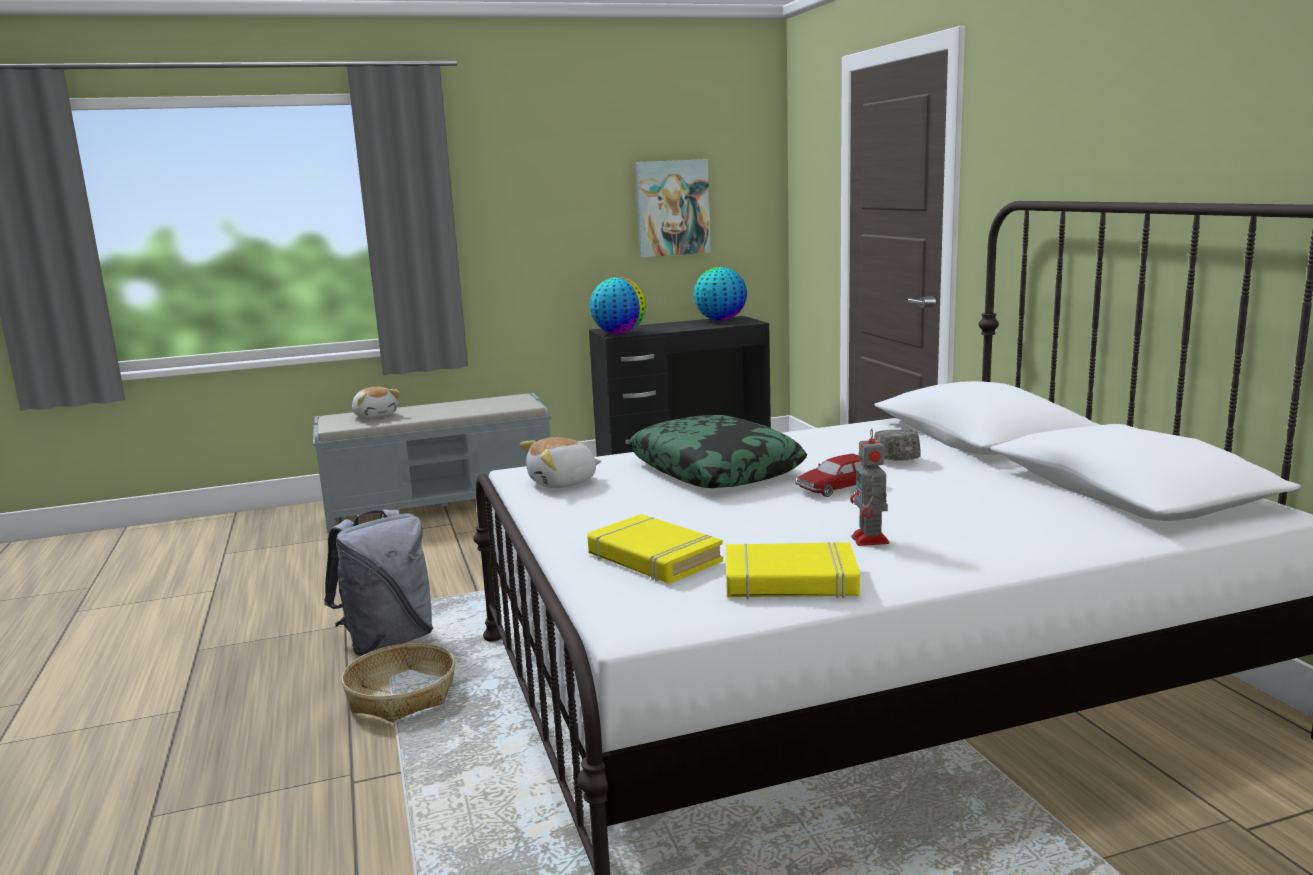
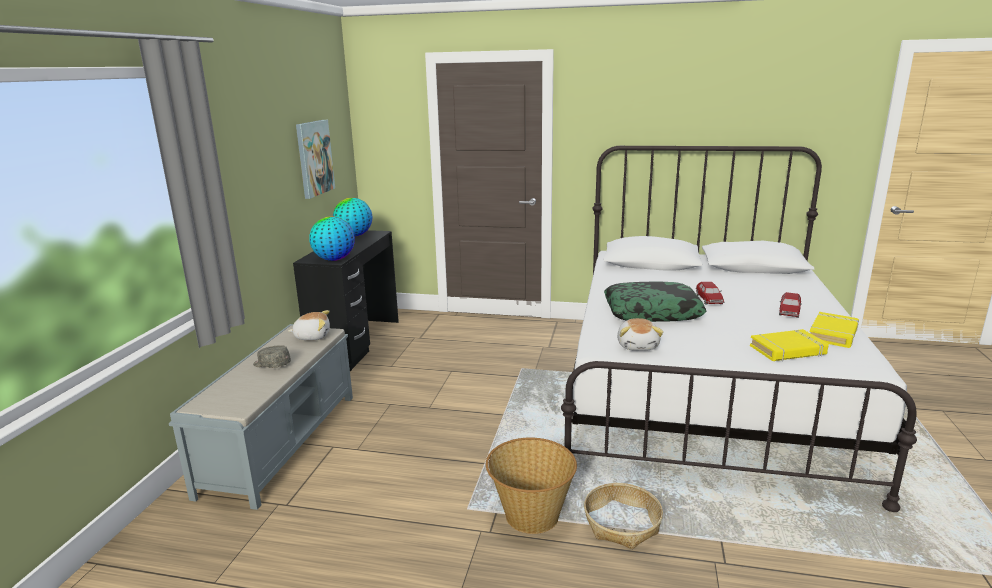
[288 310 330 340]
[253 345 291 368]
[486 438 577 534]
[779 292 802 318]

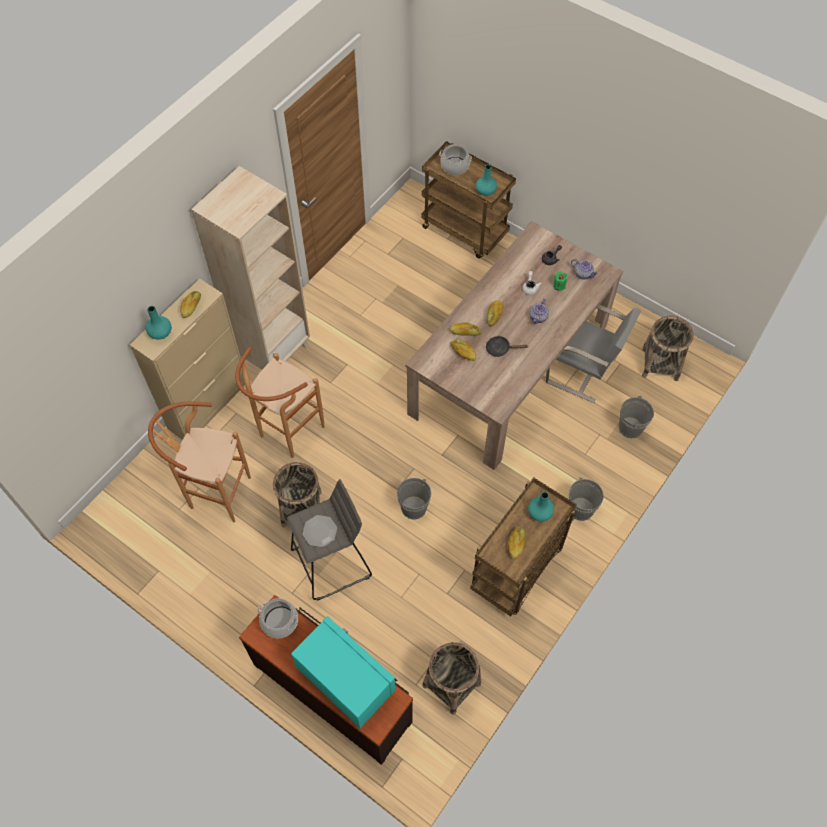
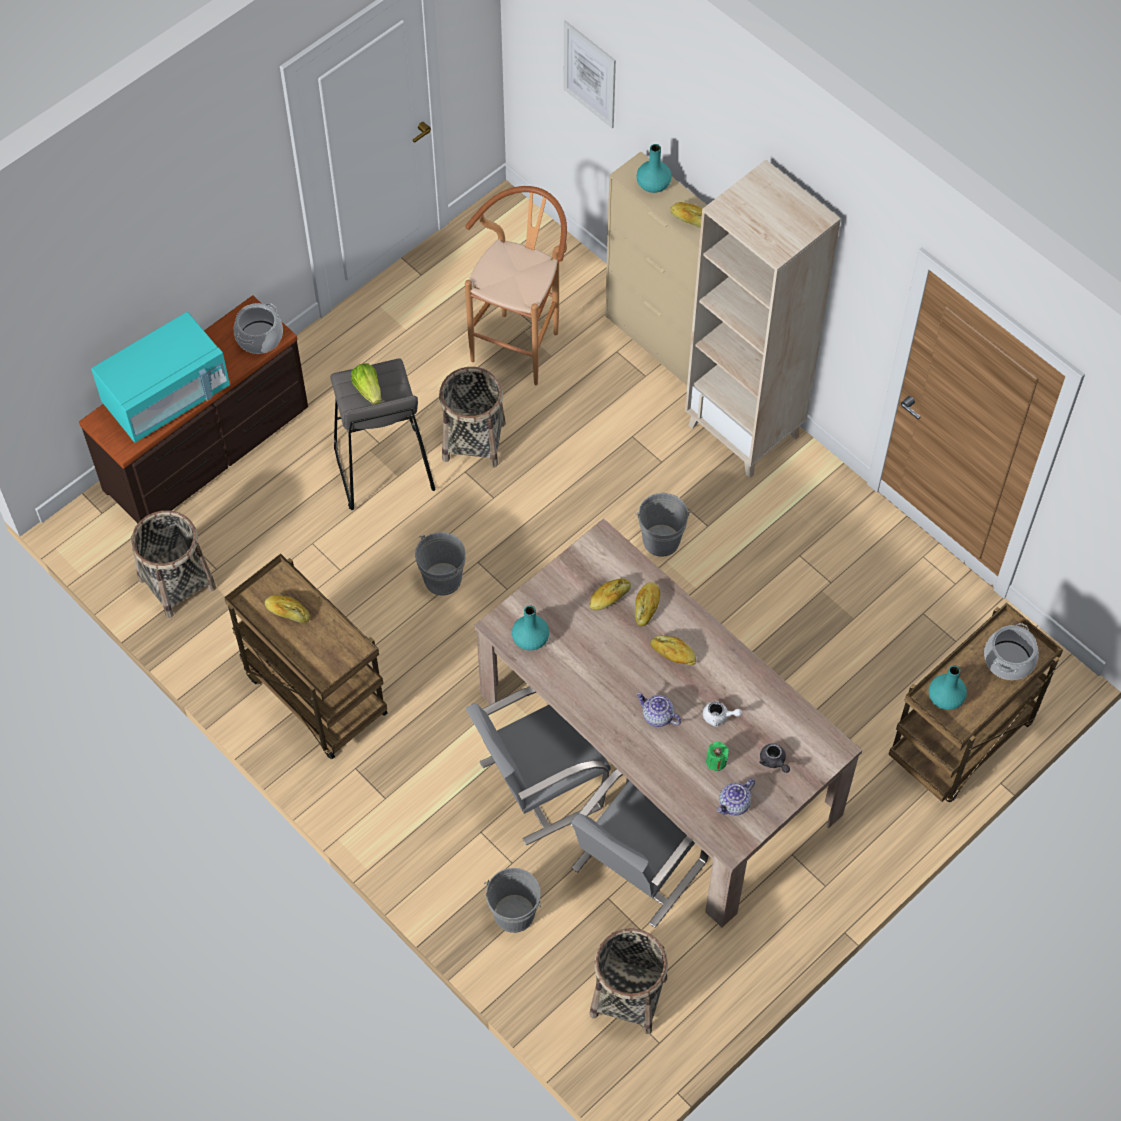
[235 347 325 458] (first image)
[486 336 528 357] (first image)
[465 686 611 845]
[564 20 616 128]
[512 605 549 650]
[635 493 692 557]
[351 363 381 405]

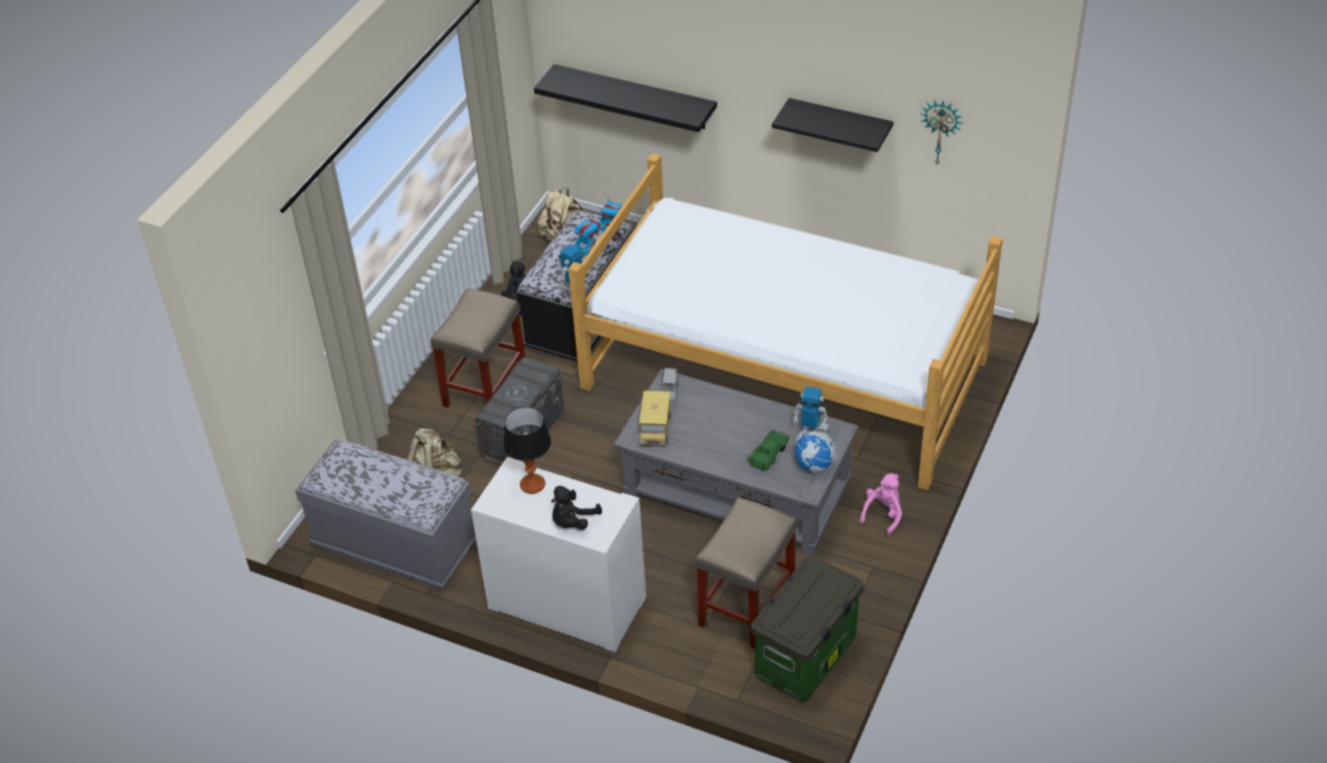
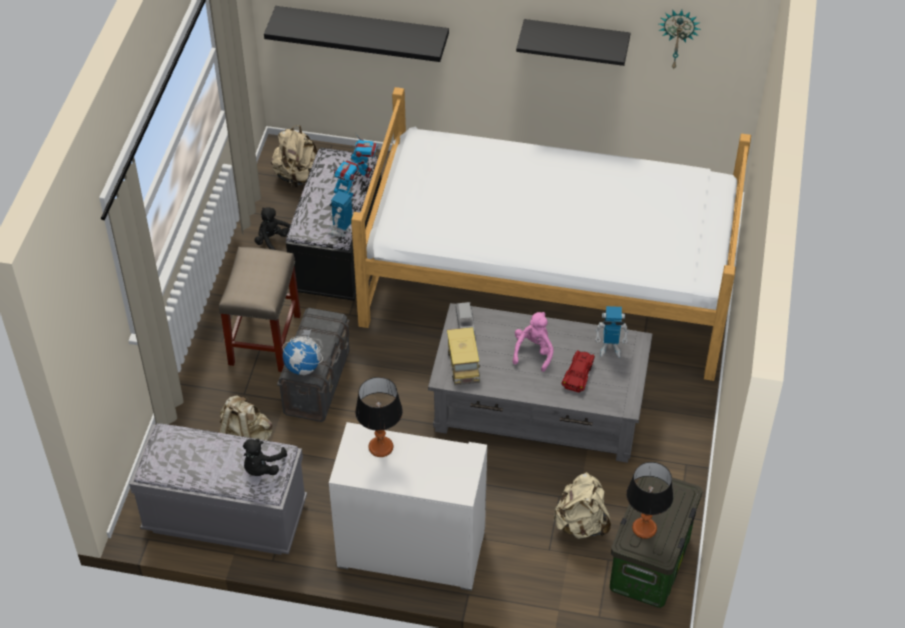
[626 462 673 539]
[243 439 287 476]
[282 329 323 375]
[513 312 554 372]
[553 472 611 539]
[561 350 595 393]

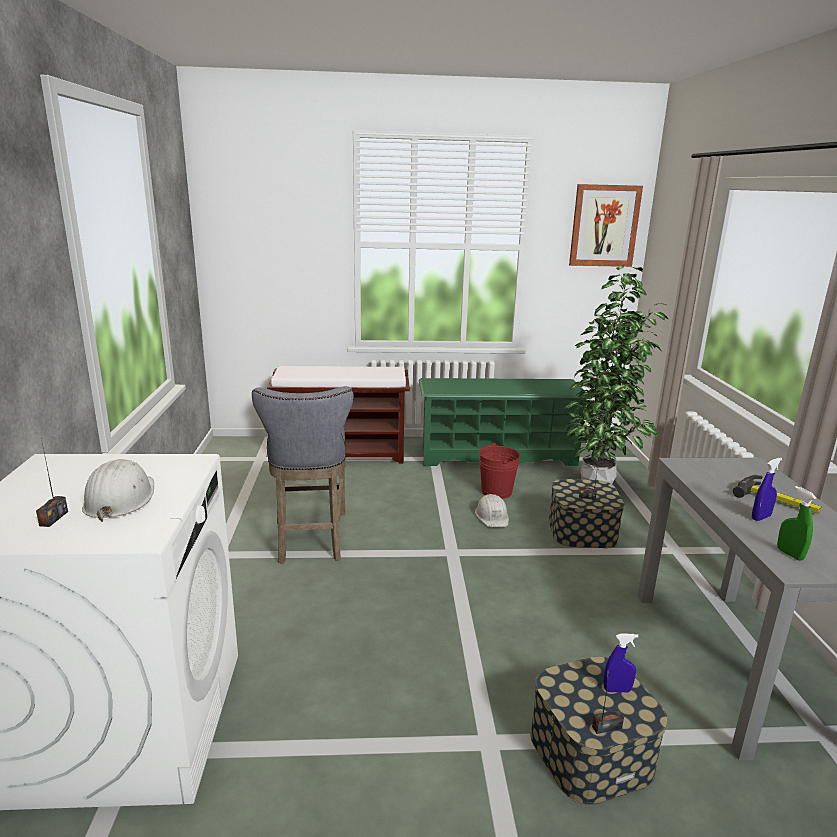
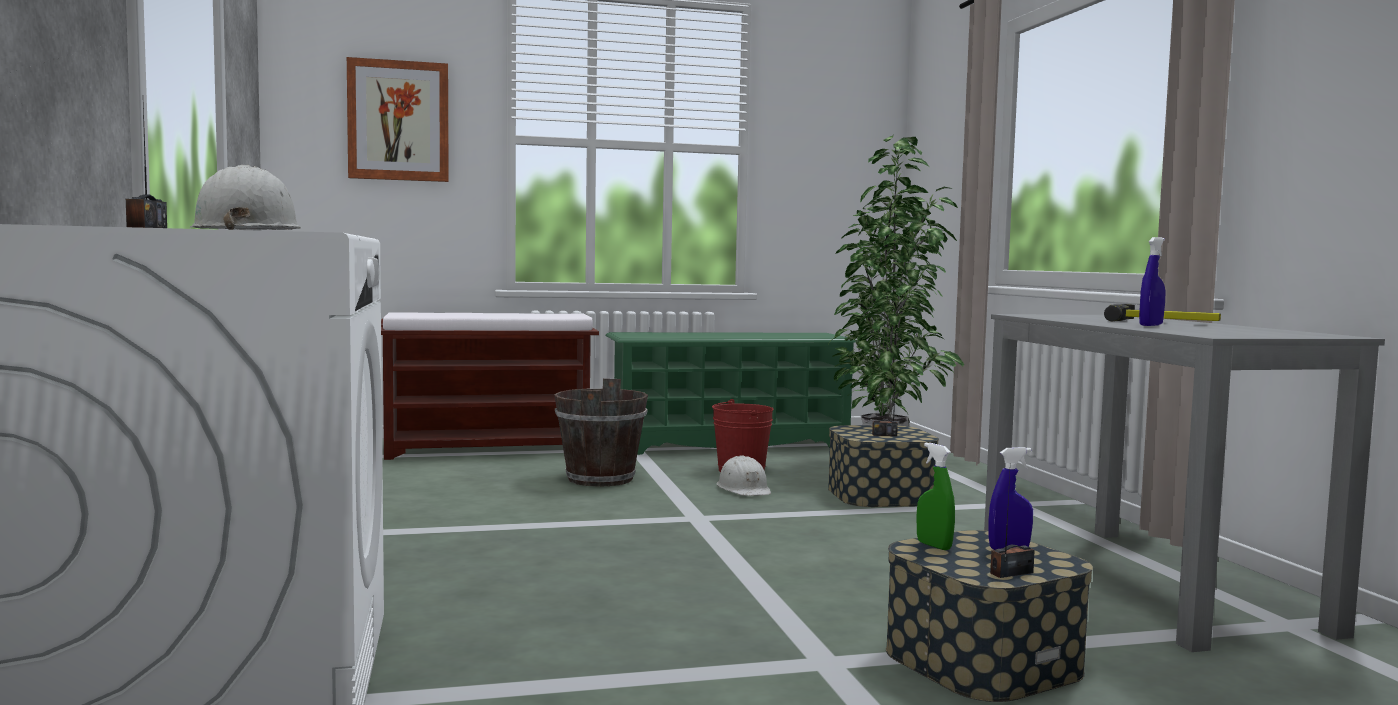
[252 386 354 564] (first image)
[554 378 648 487]
[347 57 449 182]
[917 443 955 550]

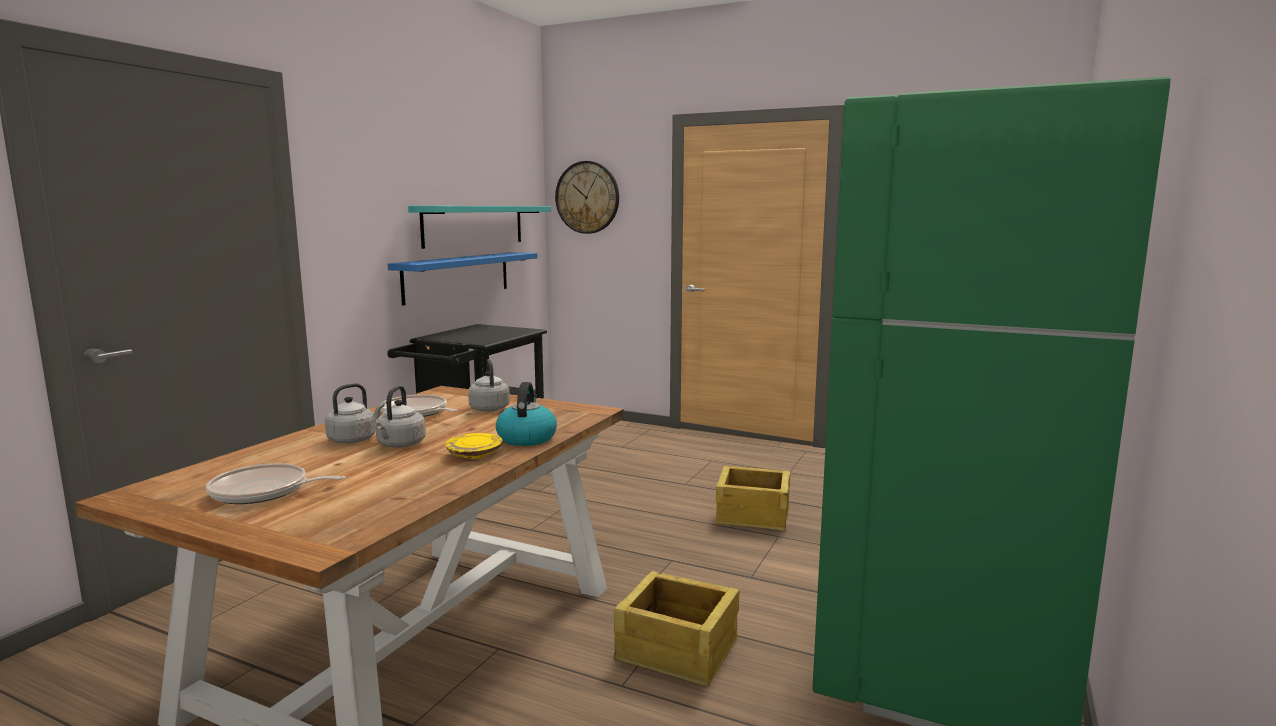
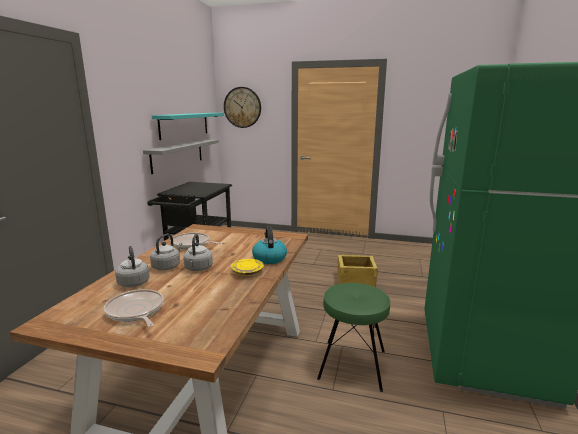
[115 246 149 287]
[317 283 390 392]
[143 139 219 174]
[104 289 164 327]

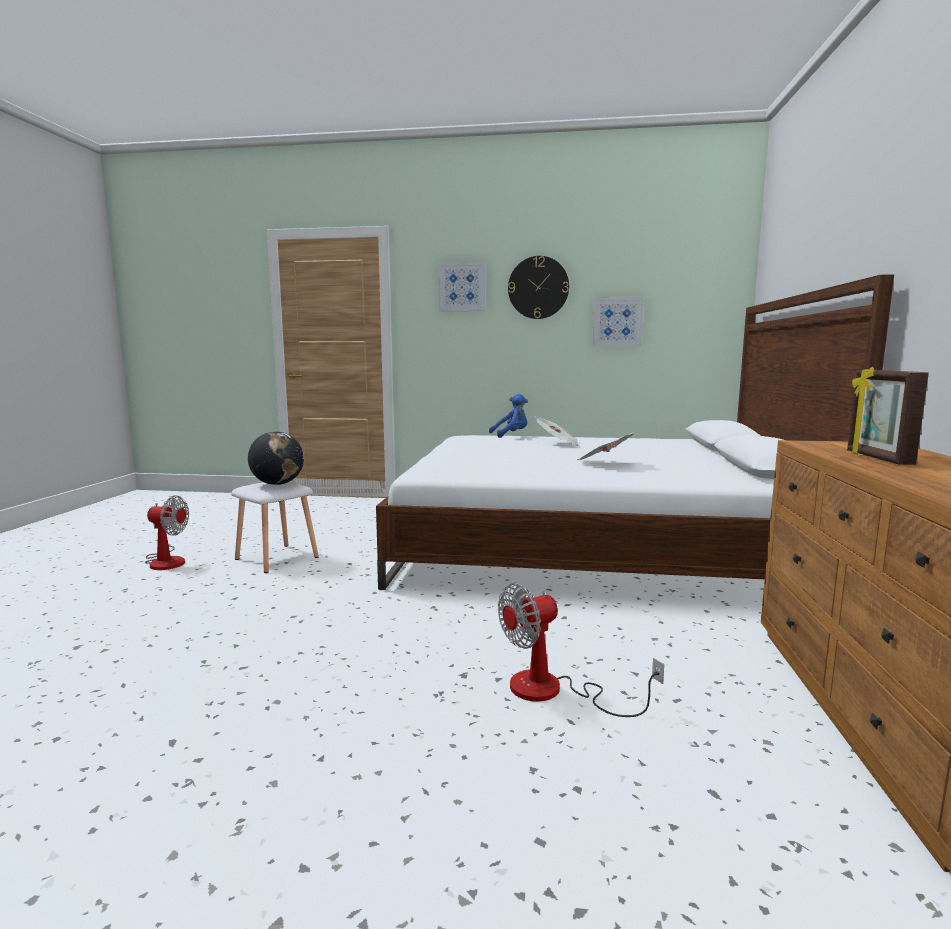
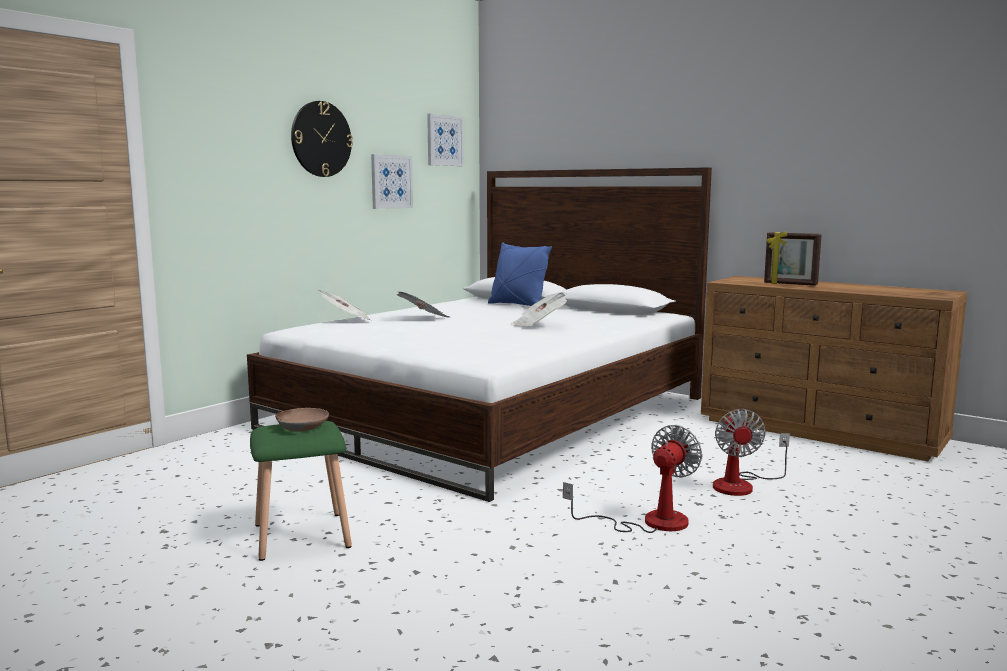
[488 242 552 306]
[563 425 702 533]
[427 114 464 166]
[275 408 329 431]
[318 290 371 320]
[250 421 352 561]

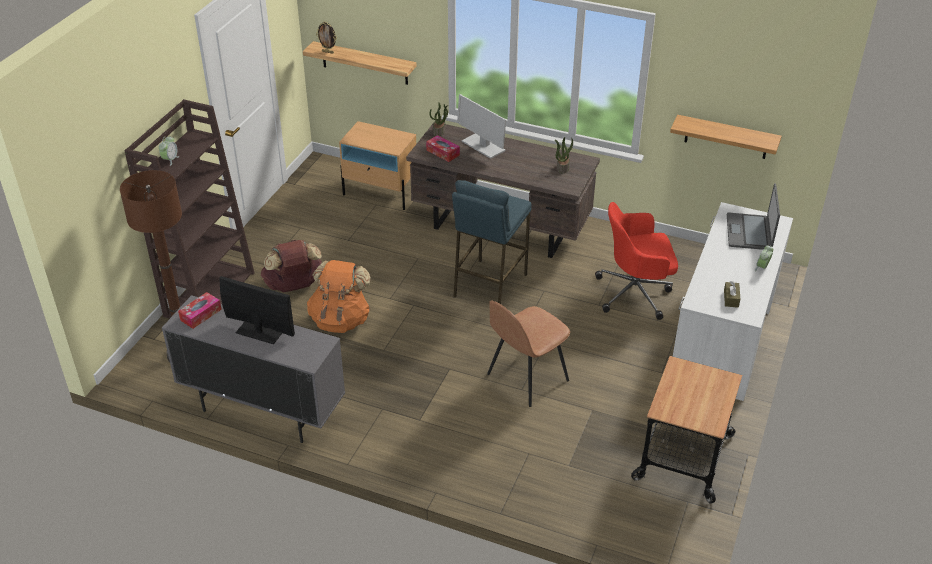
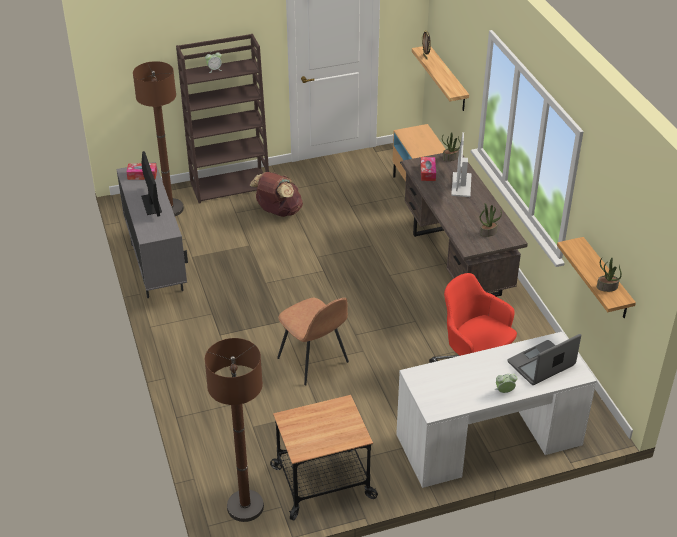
[307 260 371 333] (first image)
[452 180 532 304] (first image)
[724 281 740 308] (first image)
[205 338 264 522]
[597 257 622 292]
[277 298 349 385]

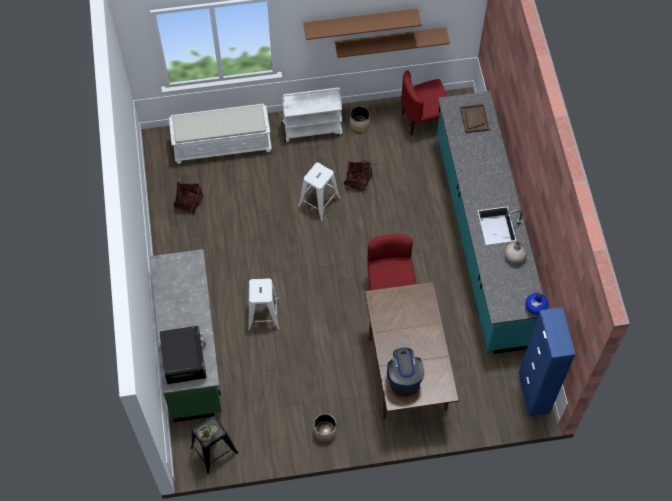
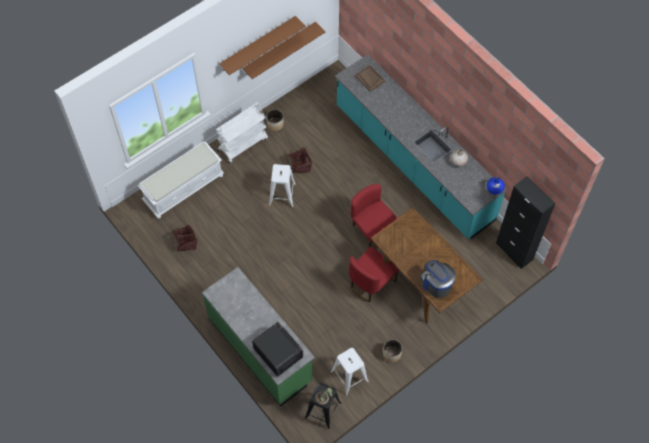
[331 348 369 395]
[349 247 399 302]
[496 176 555 269]

